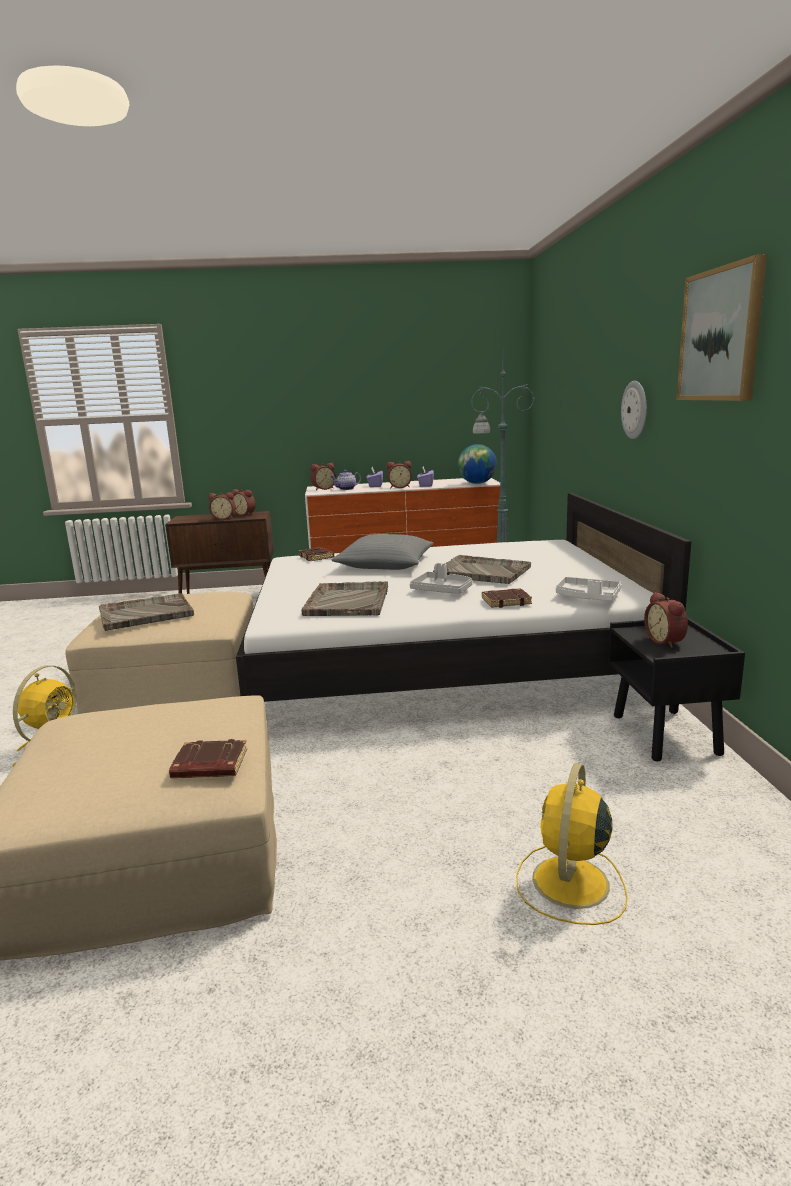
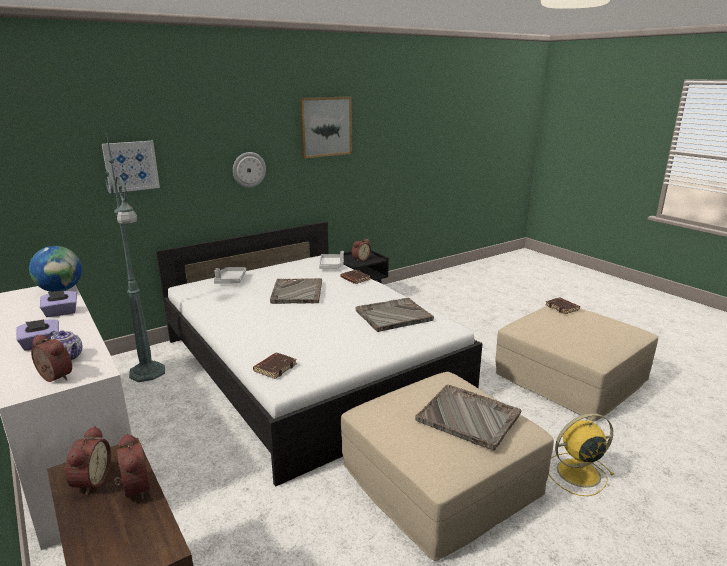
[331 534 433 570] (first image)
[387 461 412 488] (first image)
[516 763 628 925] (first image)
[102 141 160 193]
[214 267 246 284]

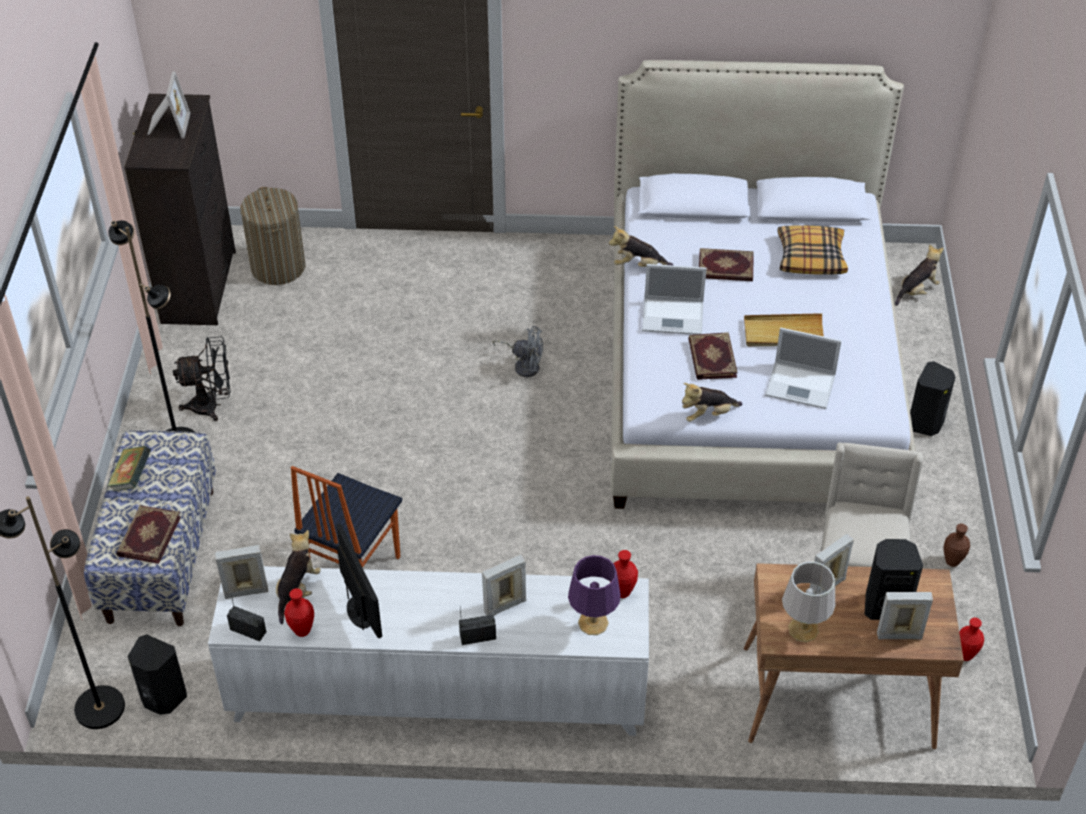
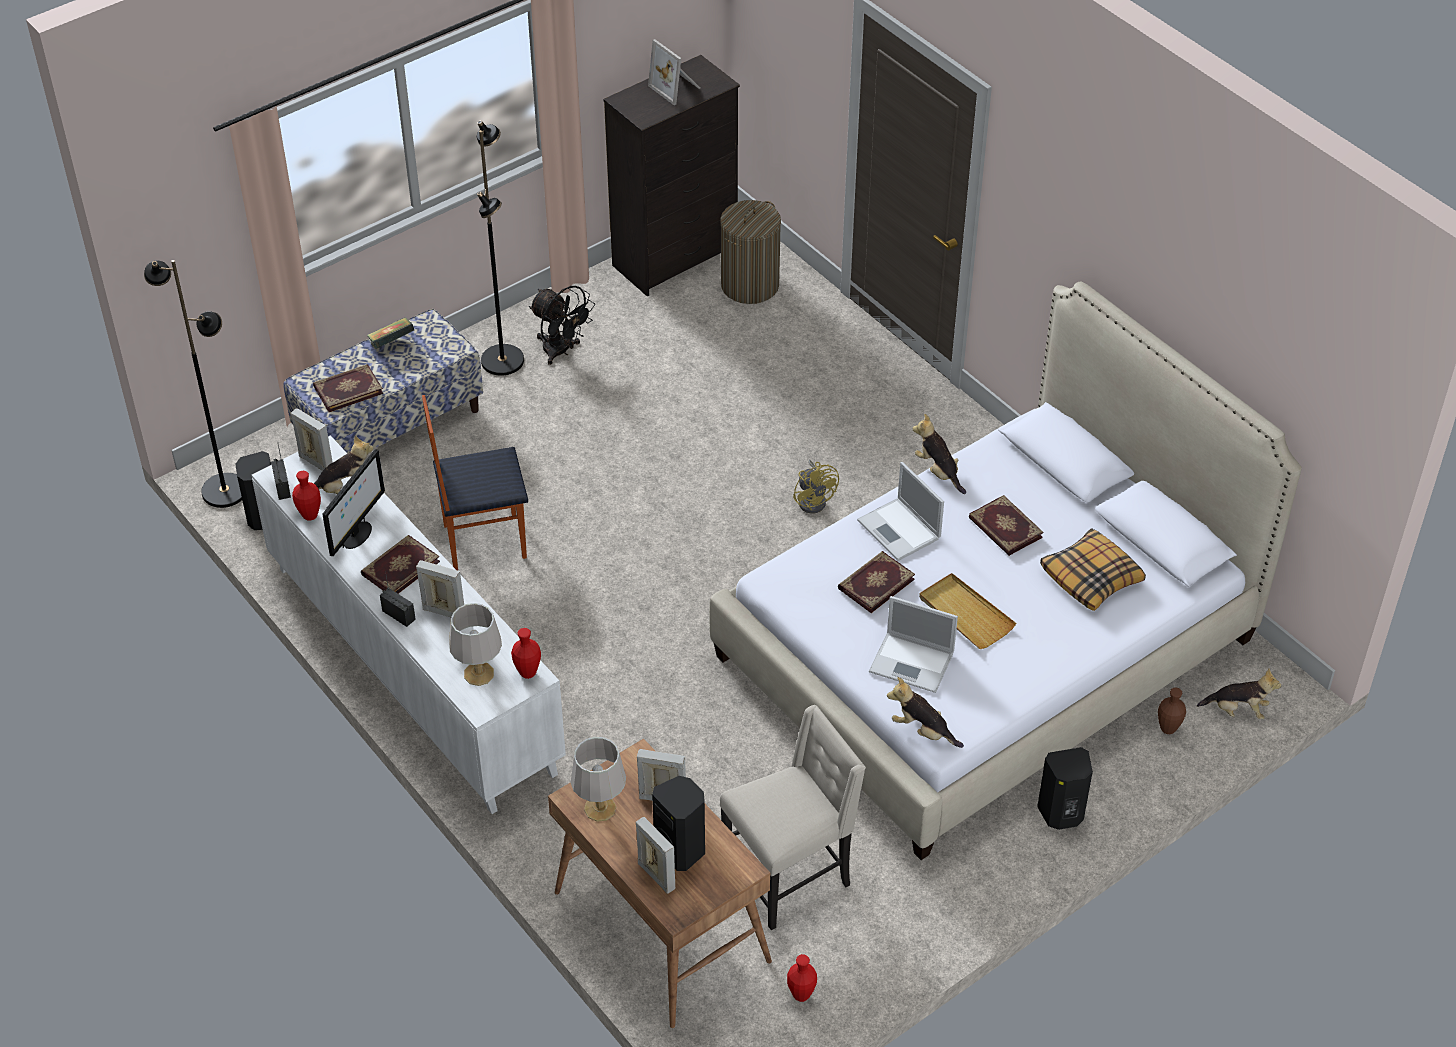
[361 535 440 594]
[887 677 964 748]
[1158 688 1186 734]
[793 460 839 514]
[449 603 502 686]
[648 39 700 105]
[869 596 958 693]

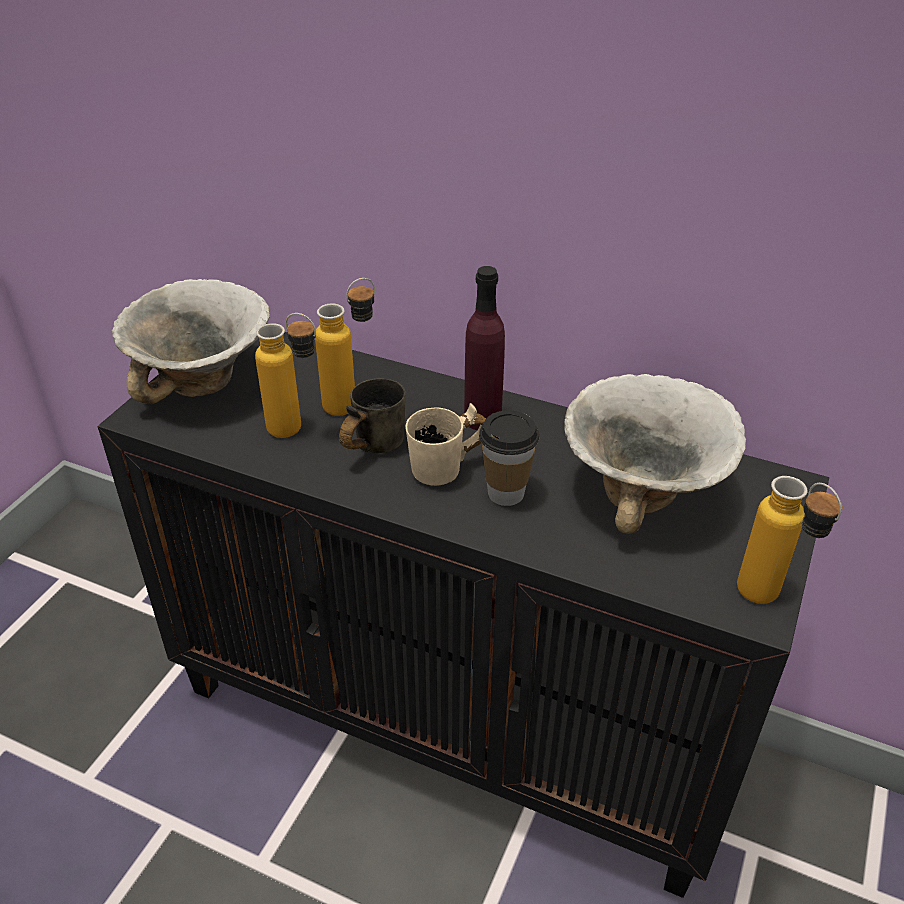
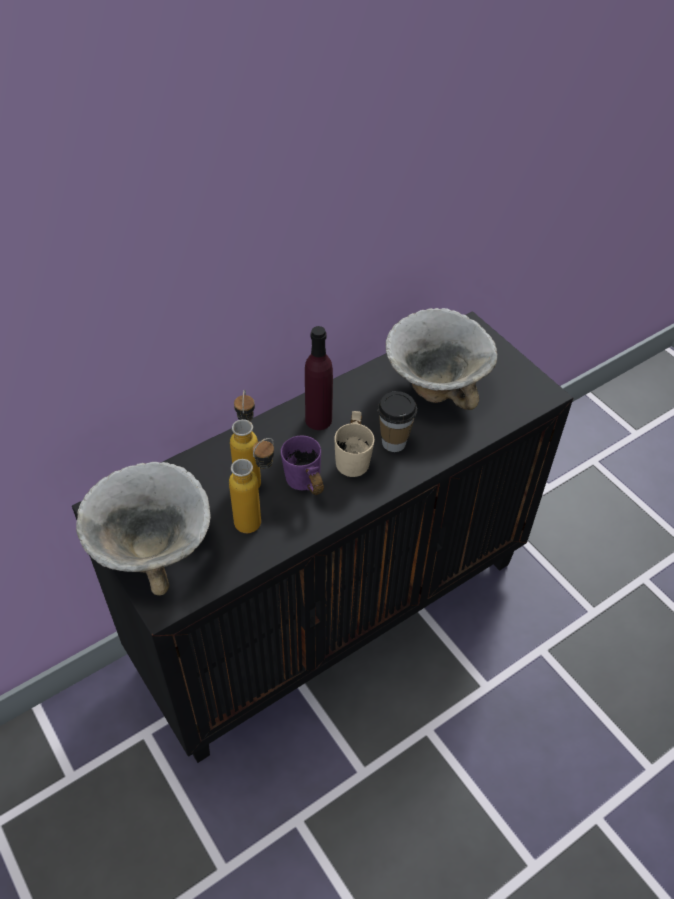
[737 476 843 604] (first image)
[281 436 324 495]

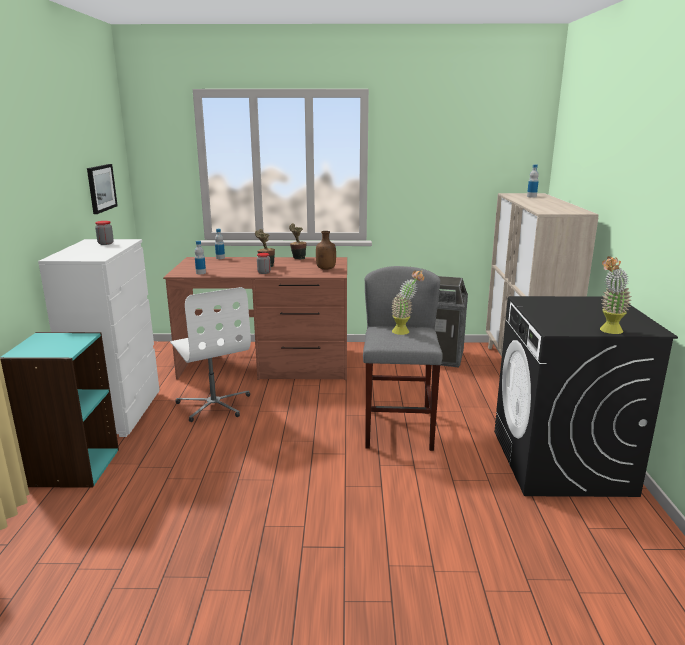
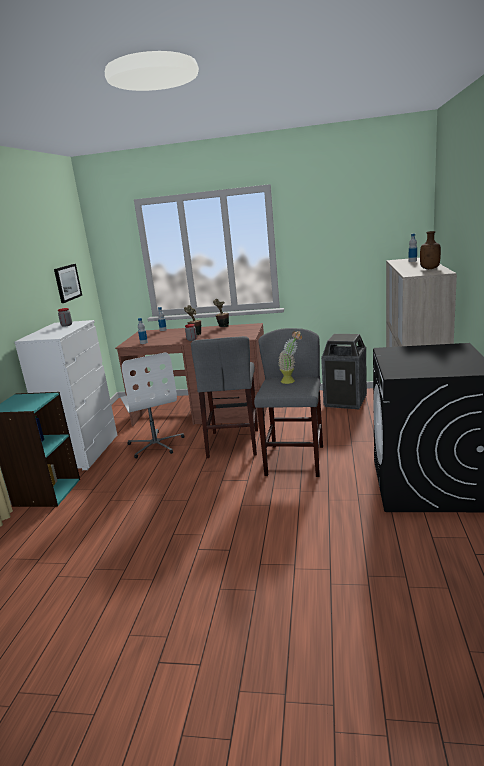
[600 256 632 334] (first image)
[191 336 258 458]
[420 231 441 269]

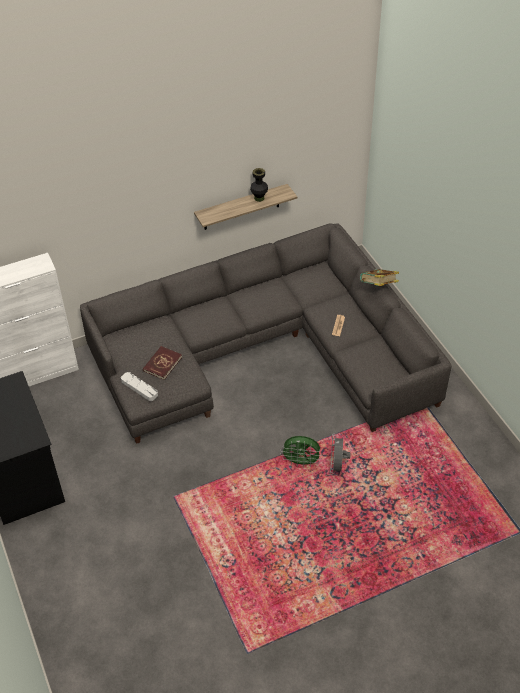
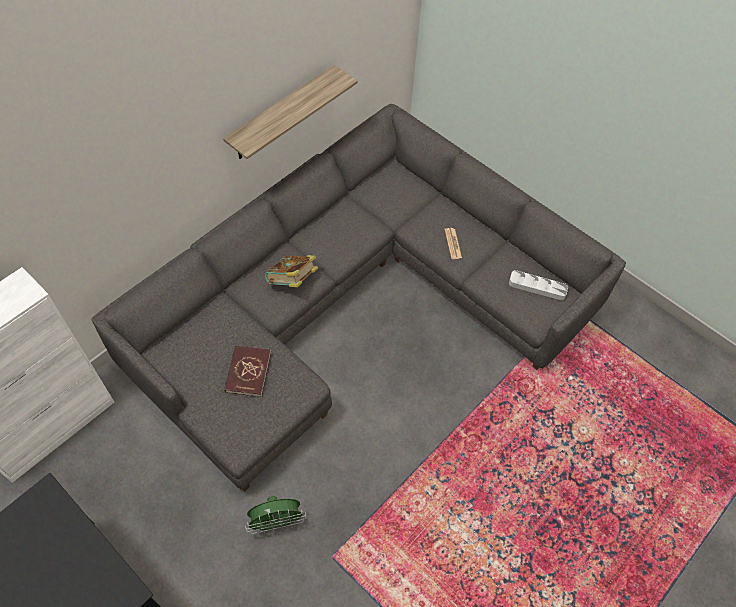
[250 168 268 202] (first image)
[330 435 351 474] (first image)
[509 270 568 300]
[245 496 306 534]
[265 255 318 287]

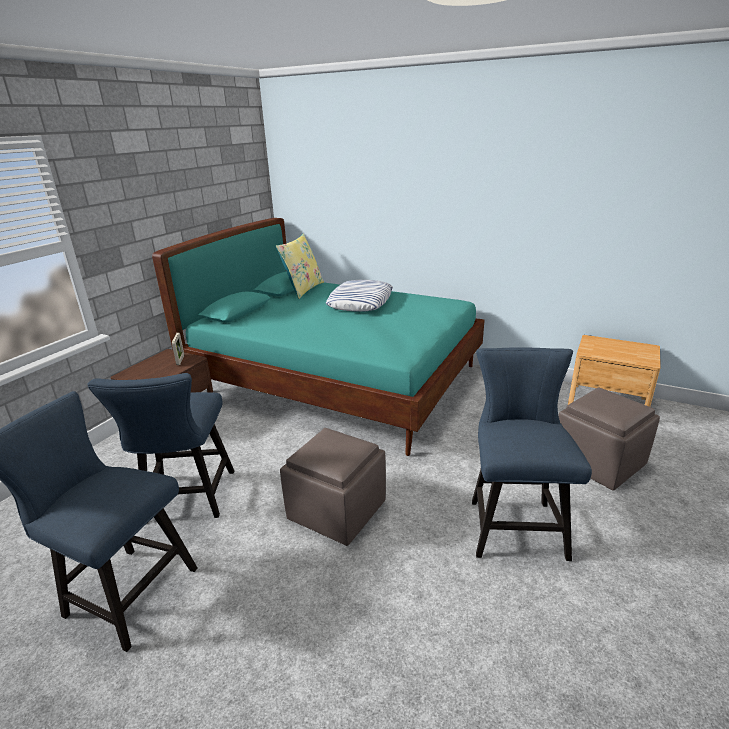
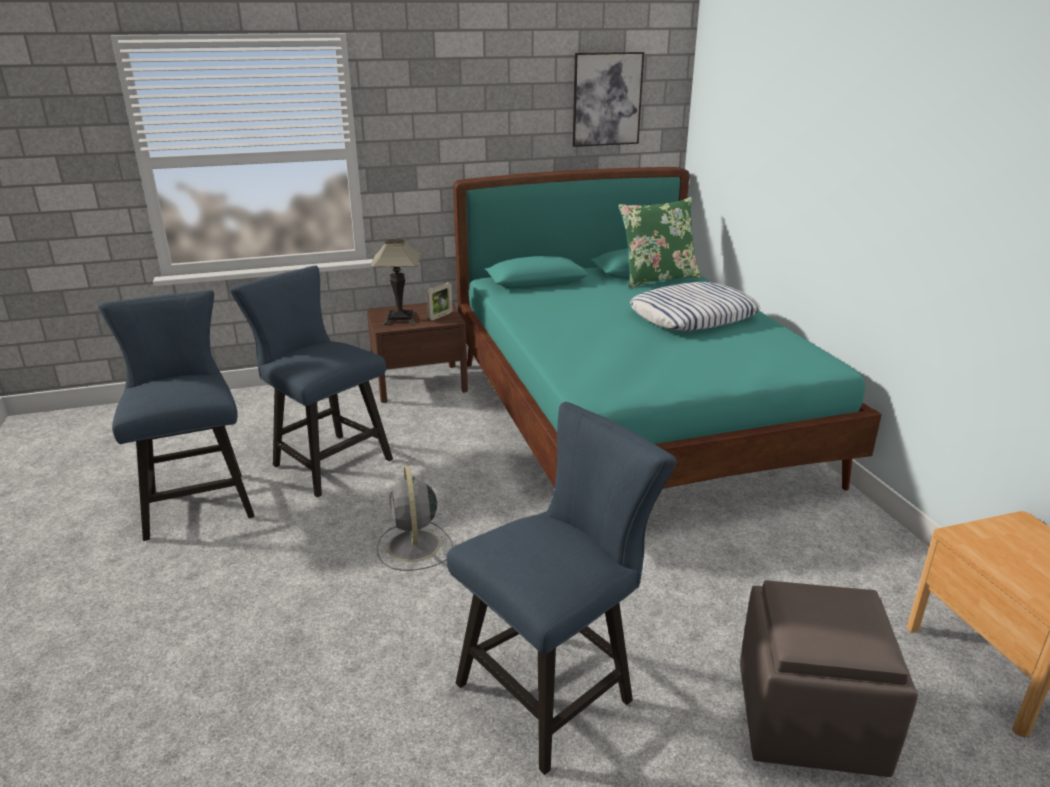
[371 239 420 325]
[573 52 644 147]
[377 466 453 571]
[618 197 701 288]
[230 265 393 497]

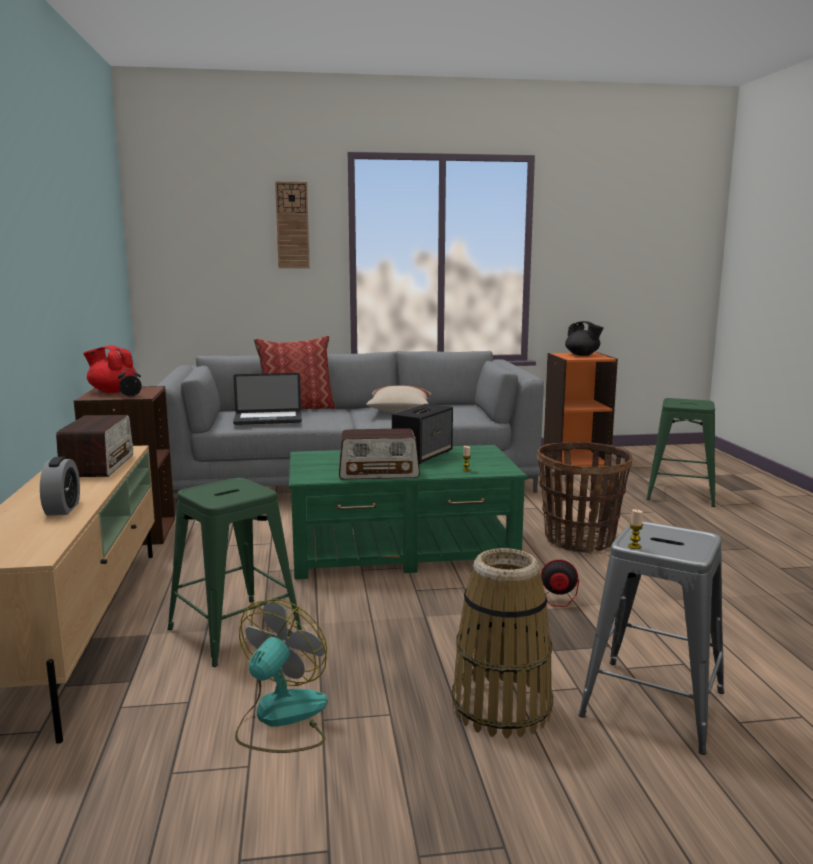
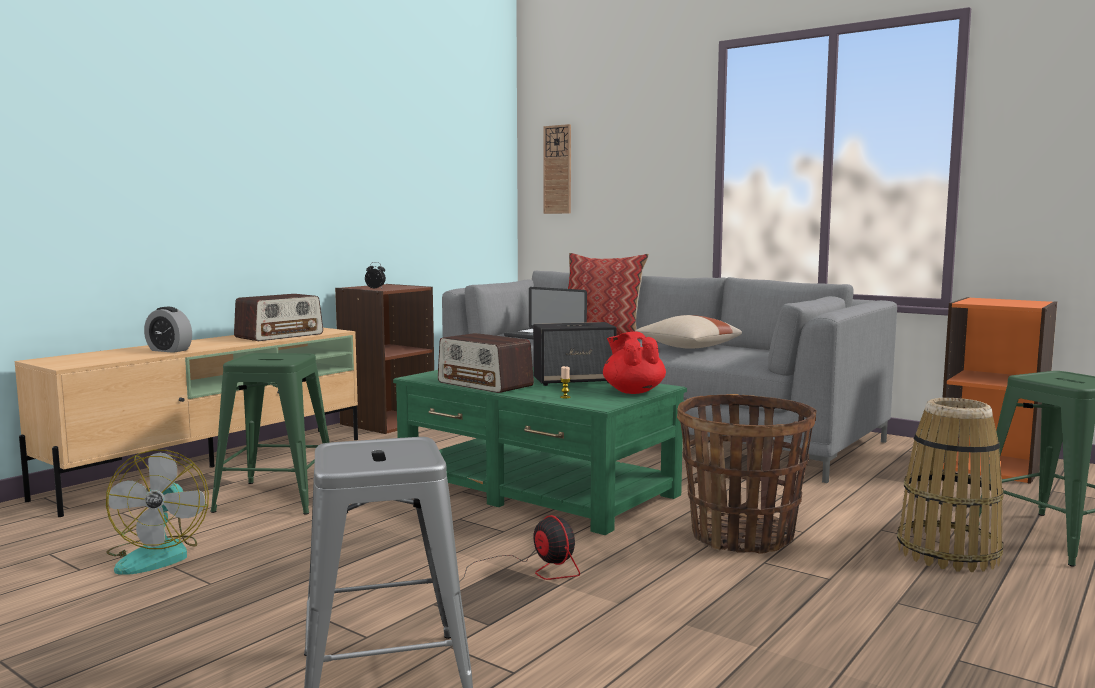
[565 321 603 356] (first image)
[628 509 643 549] (first image)
[603 331 666 394]
[543 124 571 214]
[897 398 1004 572]
[144 307 192 353]
[106 450 209 575]

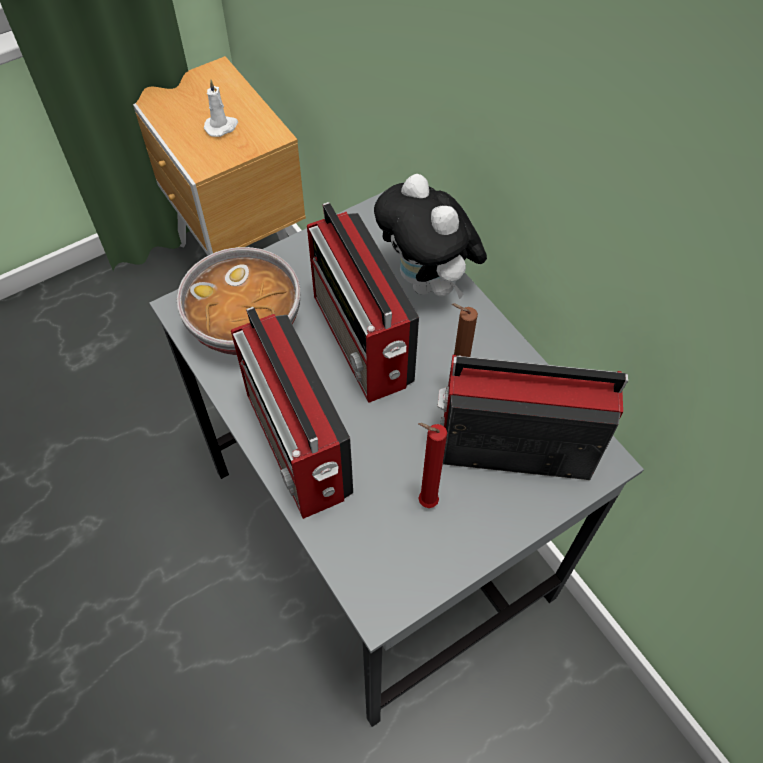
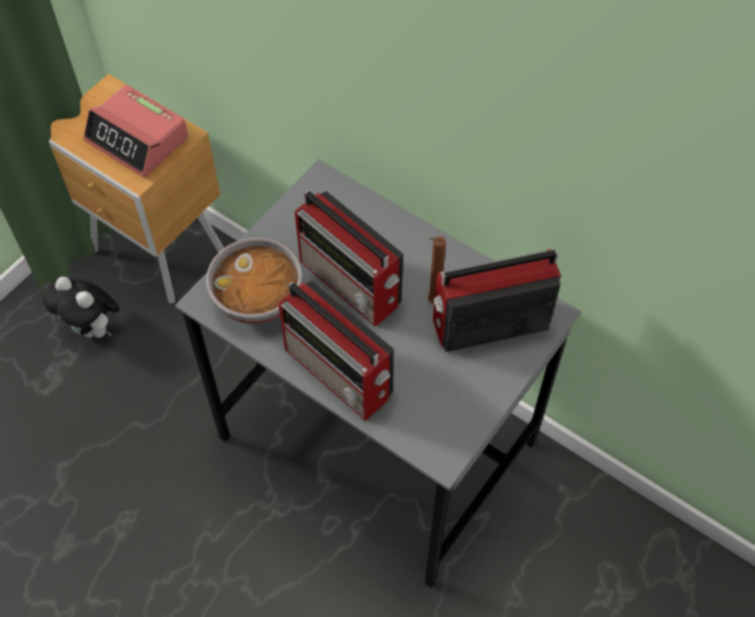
[418 423 447 508] (first image)
[43 277 120 338]
[83 85 189 177]

